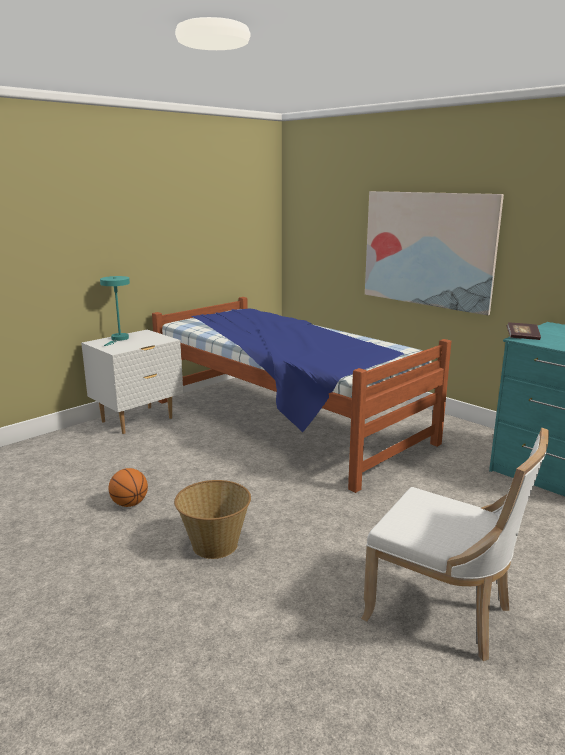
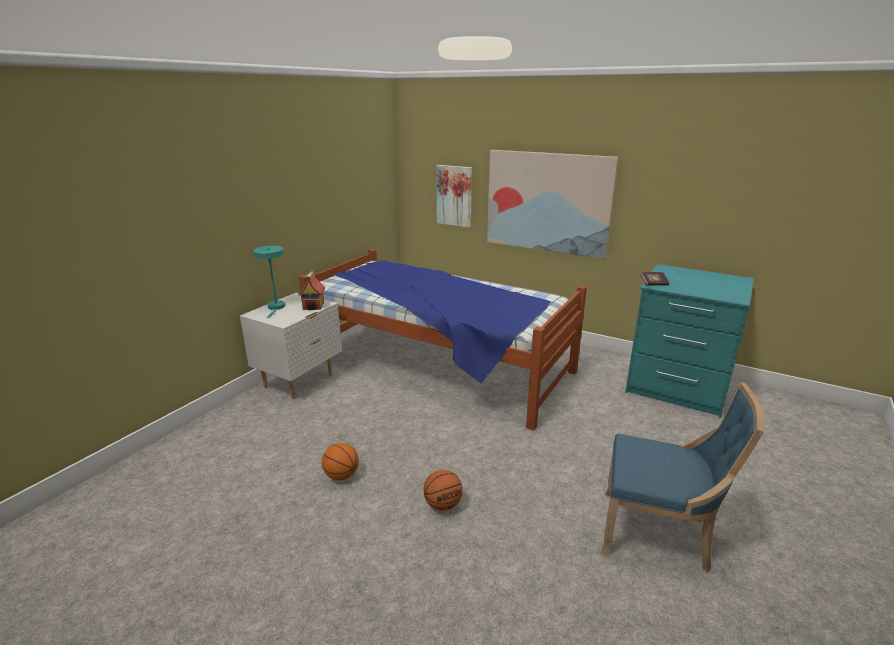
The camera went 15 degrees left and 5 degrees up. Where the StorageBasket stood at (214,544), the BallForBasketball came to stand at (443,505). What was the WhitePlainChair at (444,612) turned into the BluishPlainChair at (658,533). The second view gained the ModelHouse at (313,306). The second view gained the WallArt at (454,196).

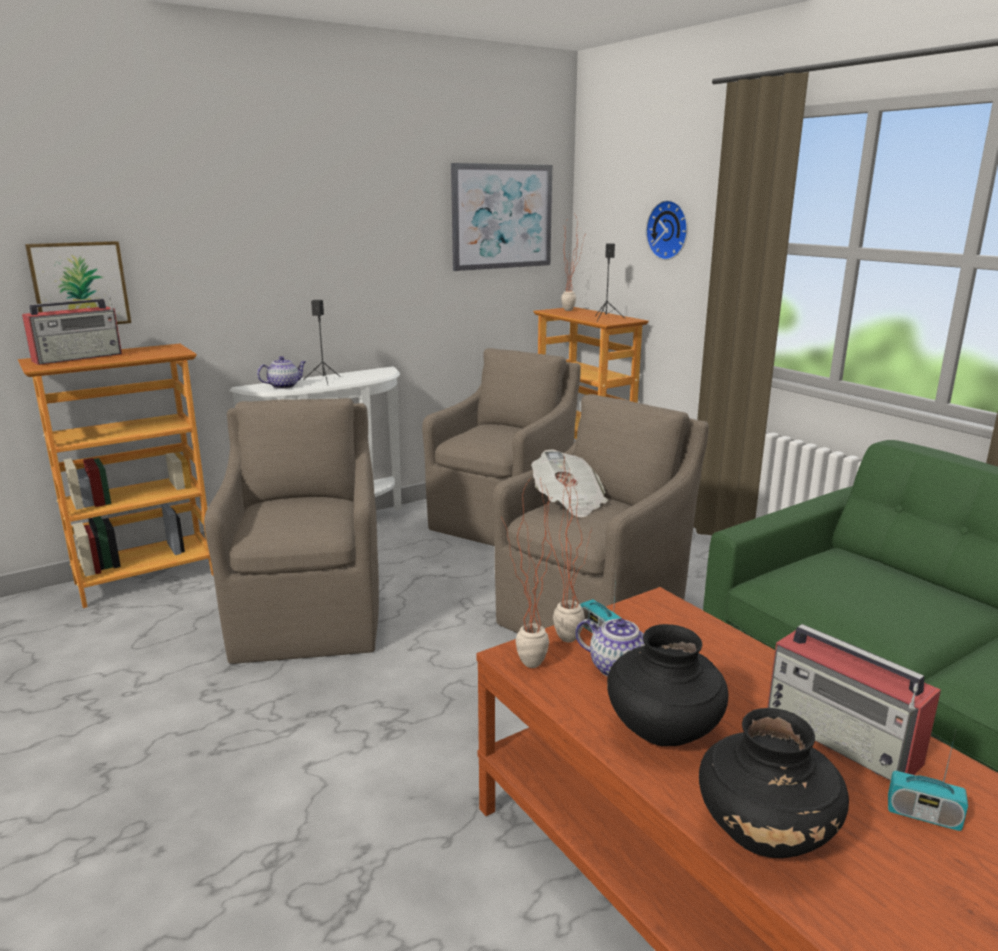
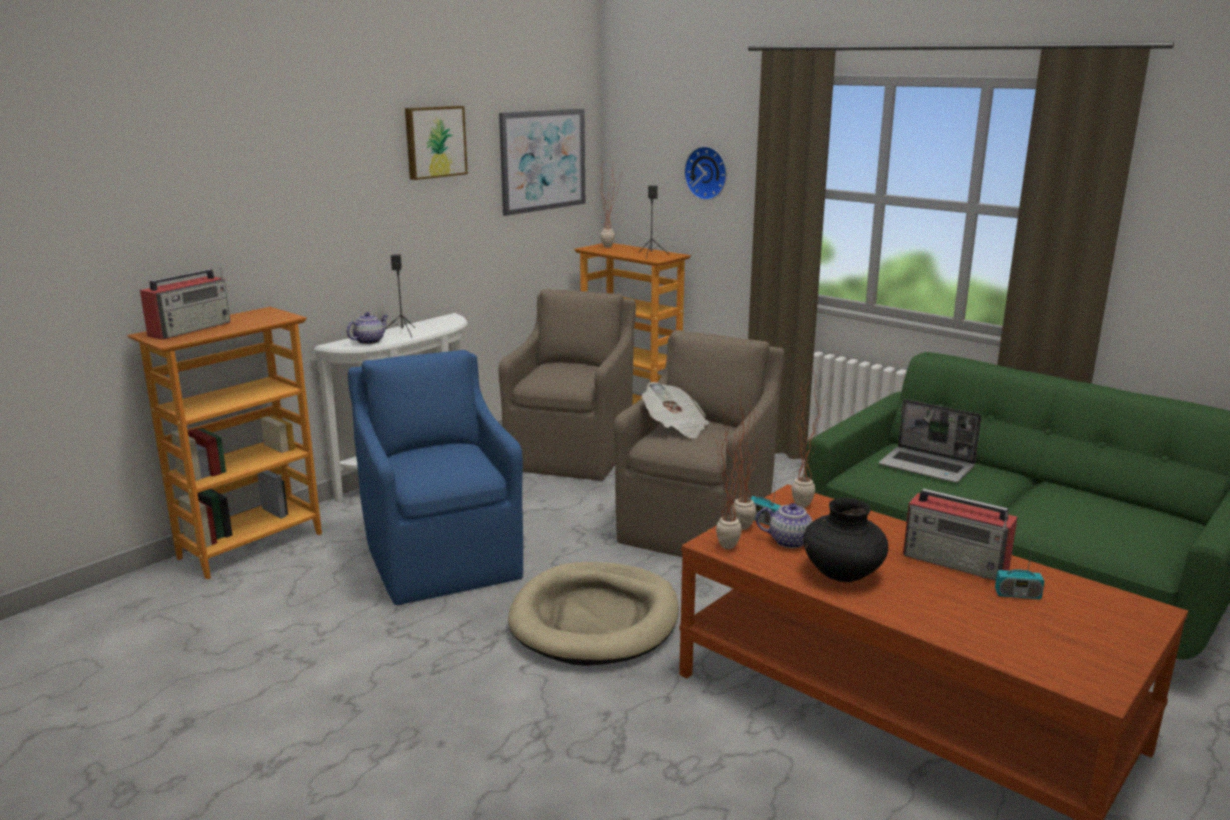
The camera went 15 degrees left and 0 degrees up. The WallArt ended up elsewhere, having gone from (79,284) to (434,142). What was the BrownishLoungeChair at (309,617) turned into the BluishLoungeChair at (442,559). The second view lost the BlackishFlowerVase at (764,833). The second view gained the BeigePetBed at (595,619). The second view gained the PottedPlant at (805,503). The second view gained the Laptop at (927,467).

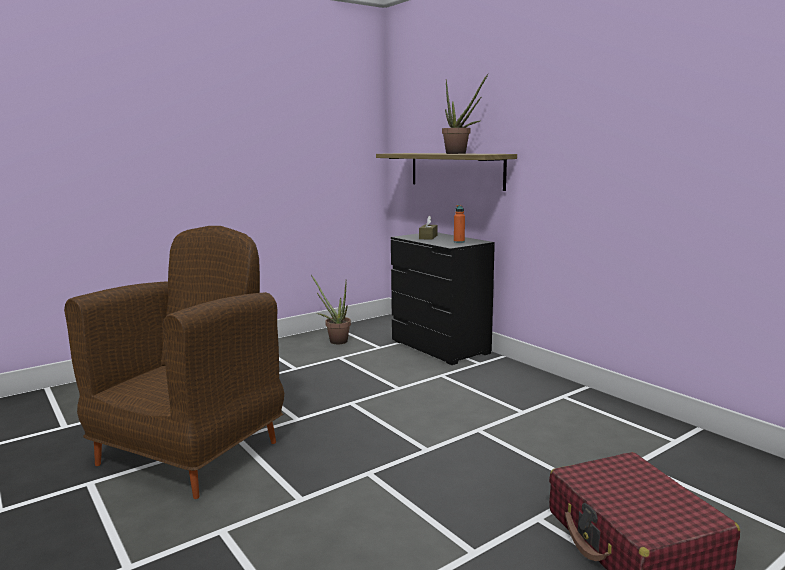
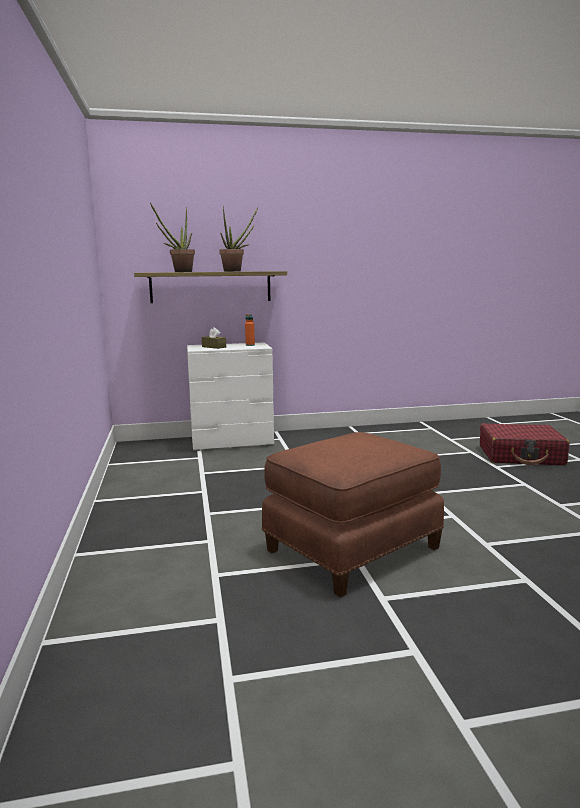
The camera went 65 degrees left and 0 degrees up. Where the BrownishLoungeChair stood at (191,452), the BrownishOttoman came to stand at (351,548). The PottedPlant ended up elsewhere, having gone from (335,341) to (179,272). What was the BlackishDresser at (440,347) turned into the WhiteDresser at (232,442).

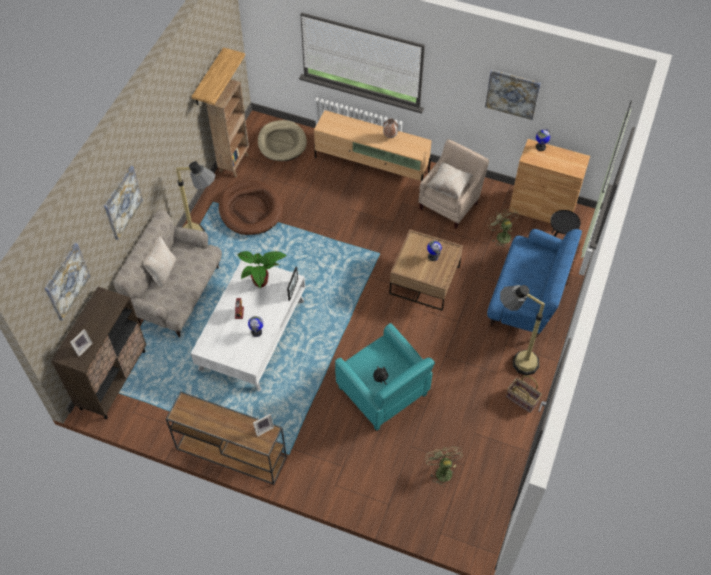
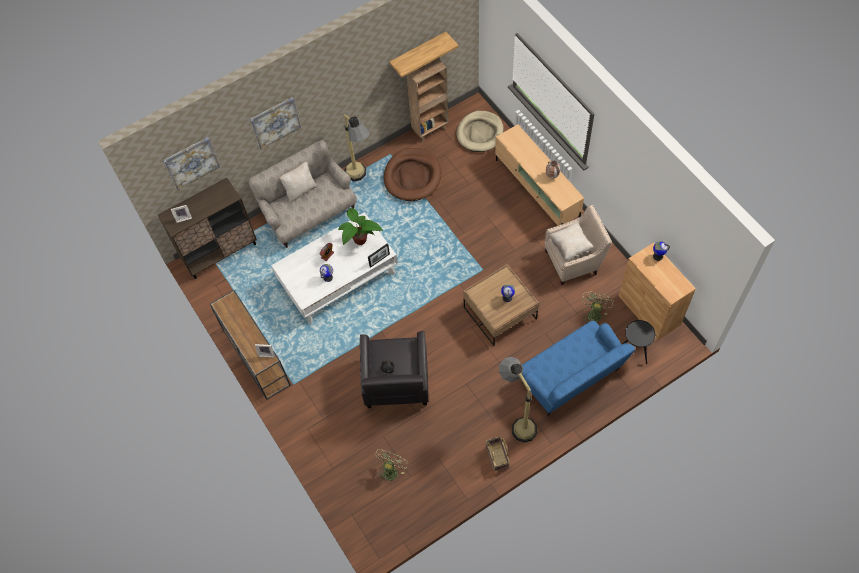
The camera went 40 degrees right and 5 degrees up. What was the TurquoiseLoungeChair at (383,392) turned into the BlackishLoungeChair at (396,382). The second view lost the WallArt at (512,94).

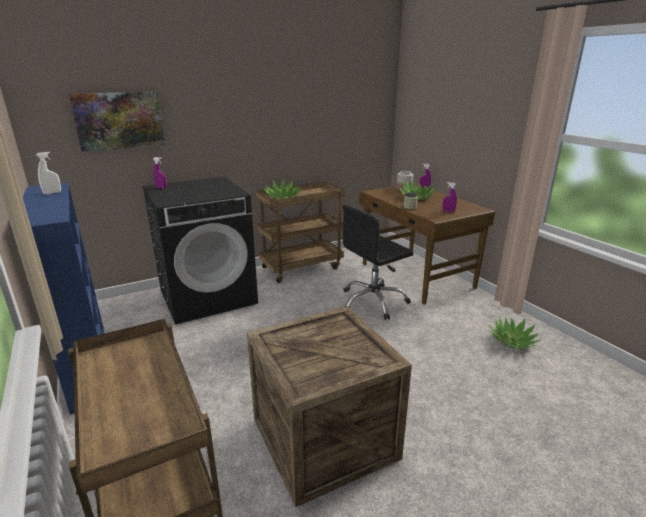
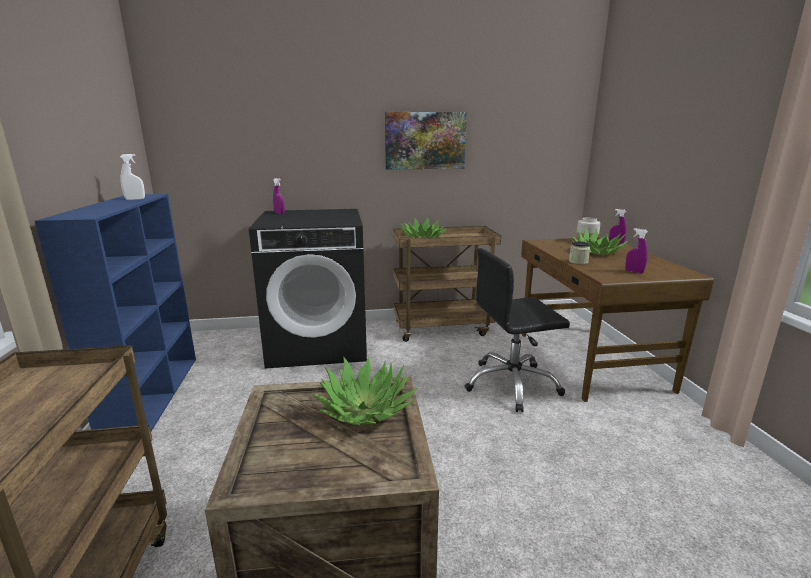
The camera went 20 degrees right and 5 degrees down. The WallArt ended up elsewhere, having gone from (119,120) to (425,141). The PottedPlant ended up elsewhere, having gone from (512,341) to (365,409).

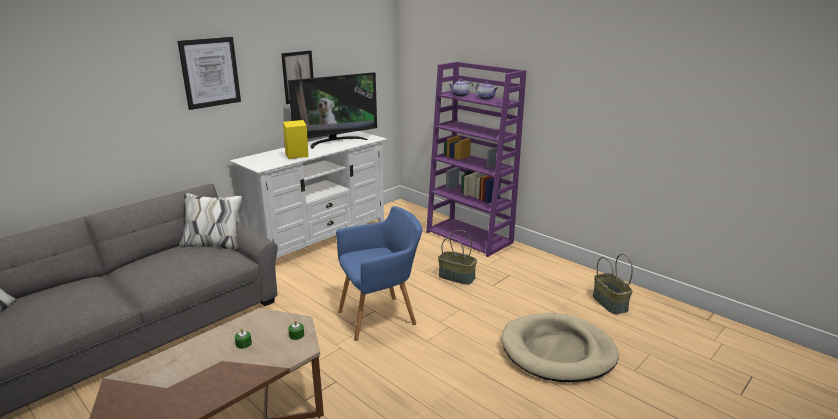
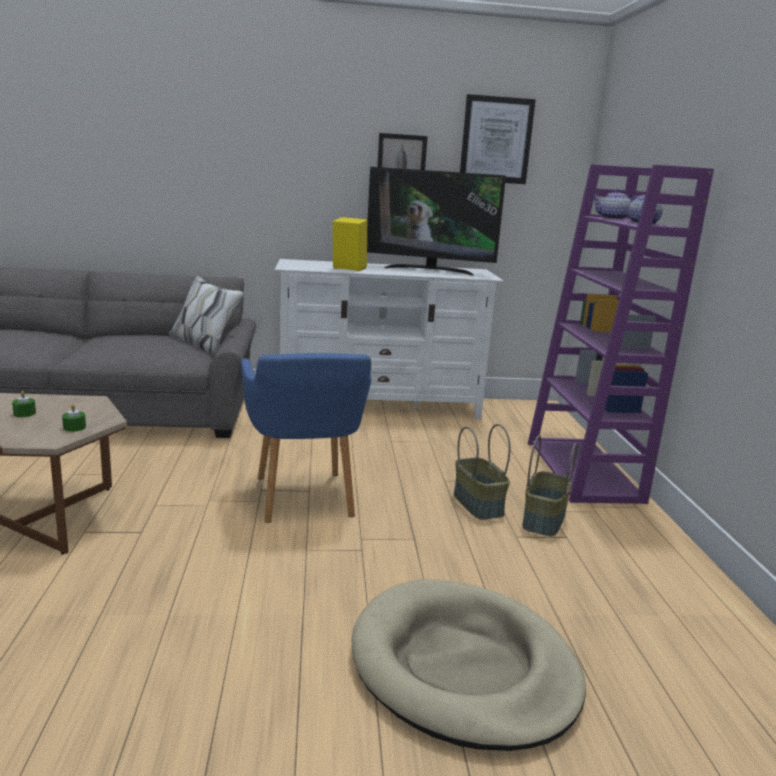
The camera went 40 degrees right and 5 degrees down. The WallArt ended up elsewhere, having gone from (210,72) to (496,140). The BluishLoungeChair at (380,316) ended up facing another way, 60 degrees clockwise from before. The StorageBasket ended up elsewhere, having gone from (610,303) to (544,520).

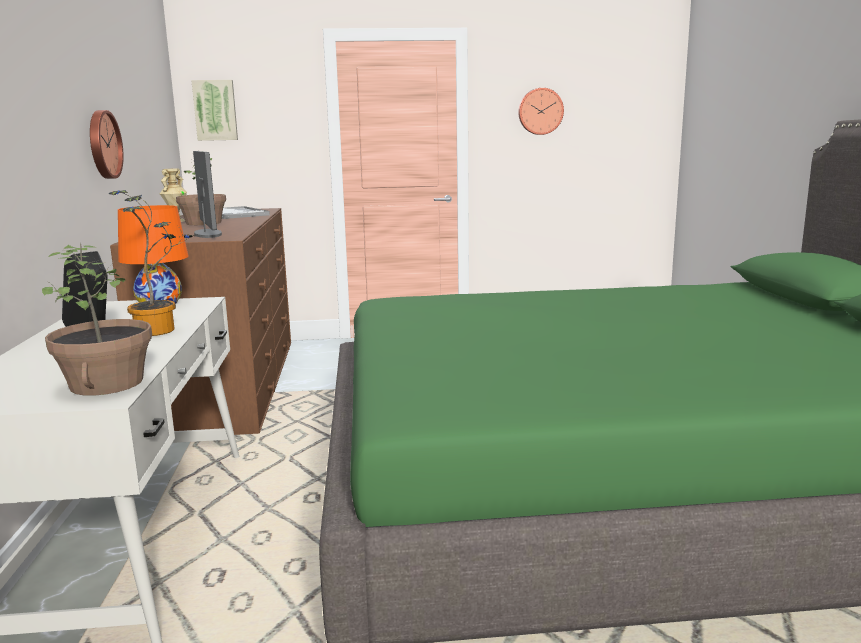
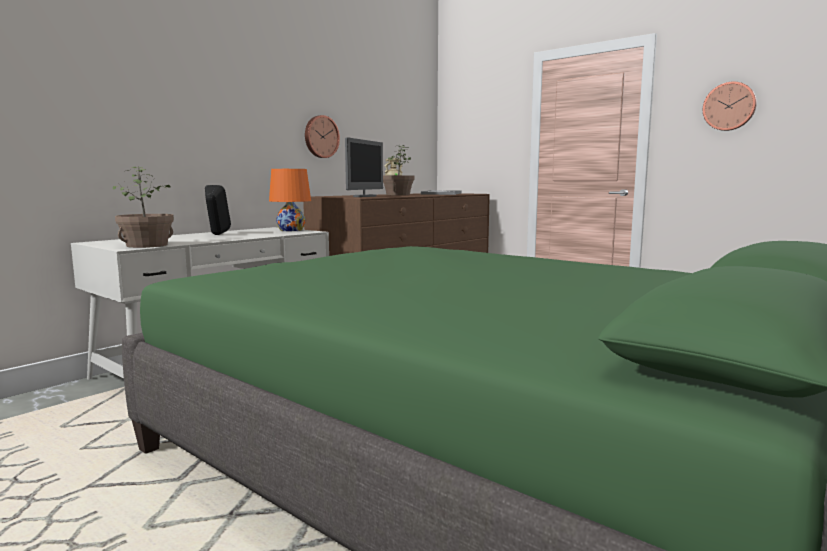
The camera went 45 degrees right and 5 degrees down. The second view lost the PottedPlant at (161,330). The second view lost the WallArt at (215,110).

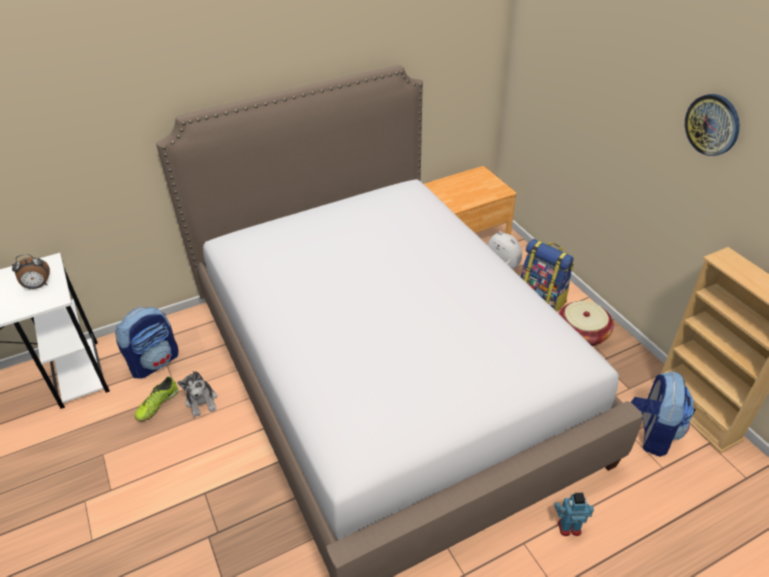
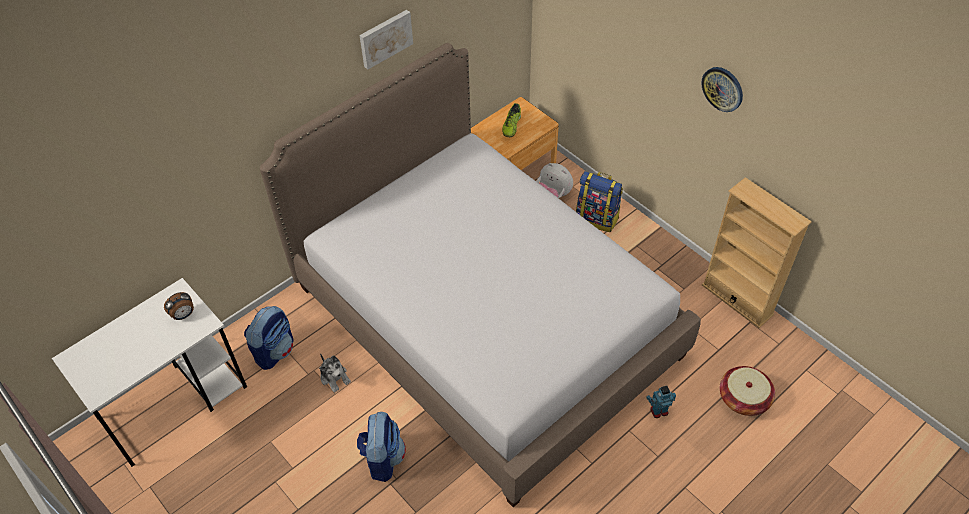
The camera went 15 degrees left and 10 degrees up. The Shoe ended up elsewhere, having gone from (157,404) to (511,126). The StorageBasket ended up elsewhere, having gone from (581,334) to (743,398). The Knapsack ended up elsewhere, having gone from (652,432) to (382,458). The second view gained the WallArt at (385,38).

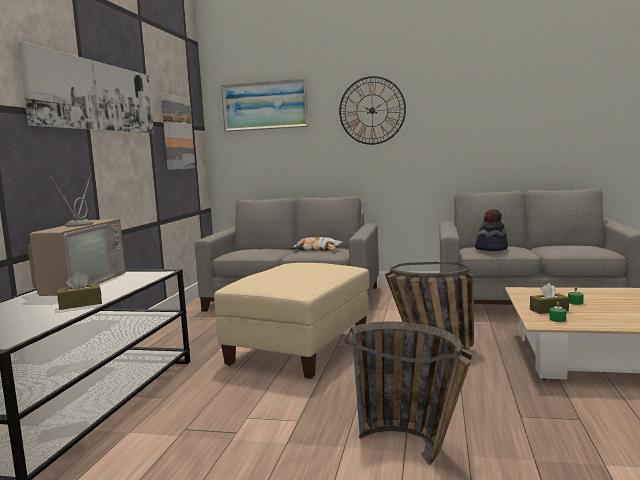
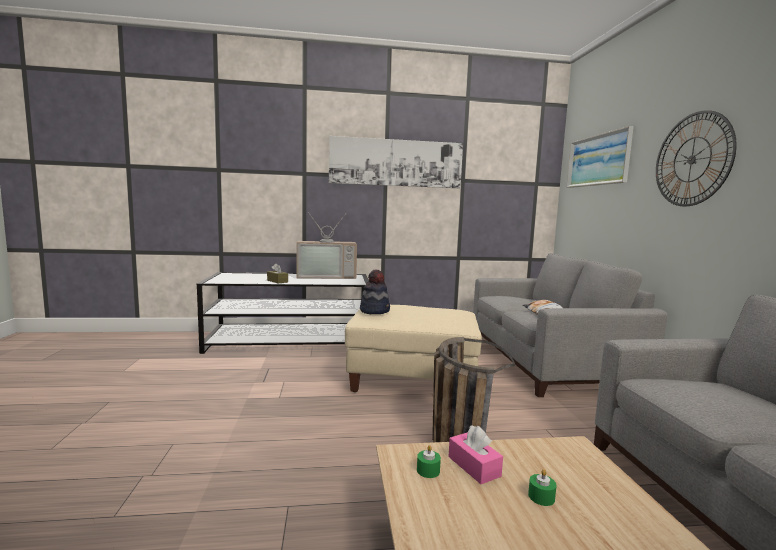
The camera went 70 degrees right and 0 degrees up. The second view lost the WallArt at (177,133). The second view lost the StorageBasket at (416,451). The ClothingHat ended up elsewhere, having gone from (491,248) to (375,311). What was the BrownishBoxOfTissues at (549,310) turned into the PinkBoxOfTissues at (474,466).

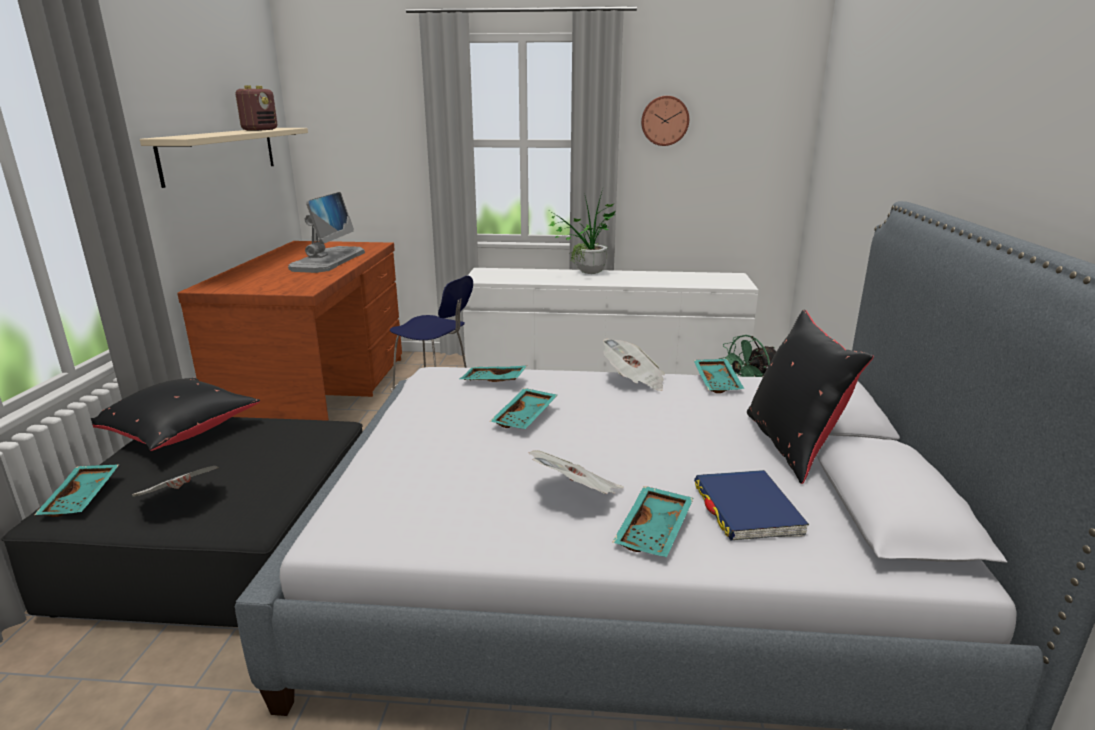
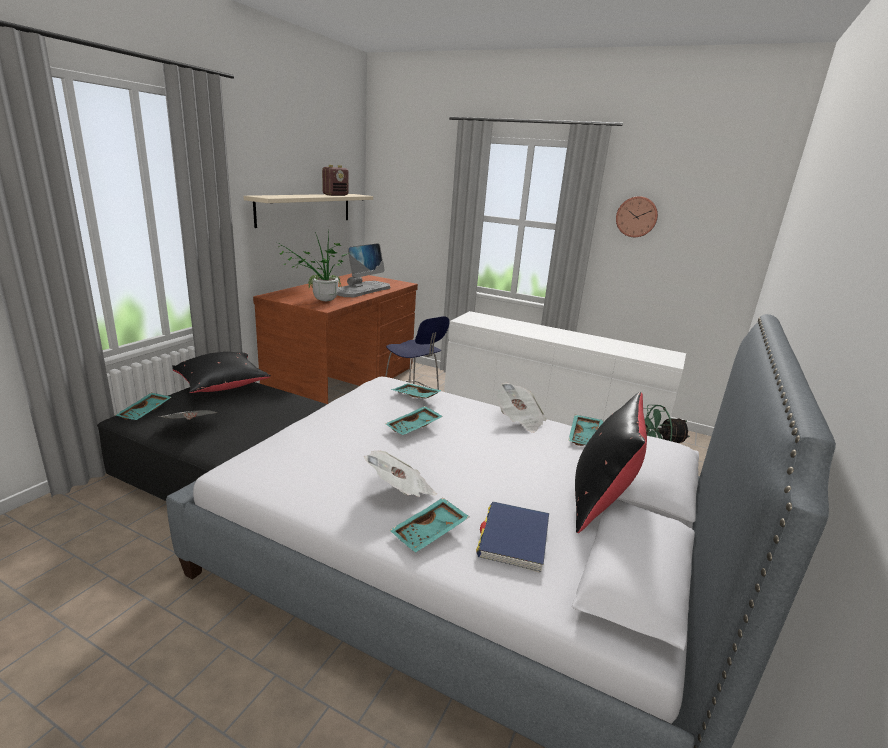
The camera went 20 degrees right and 0 degrees up. The PottedPlant ended up elsewhere, having gone from (587,274) to (320,301).

